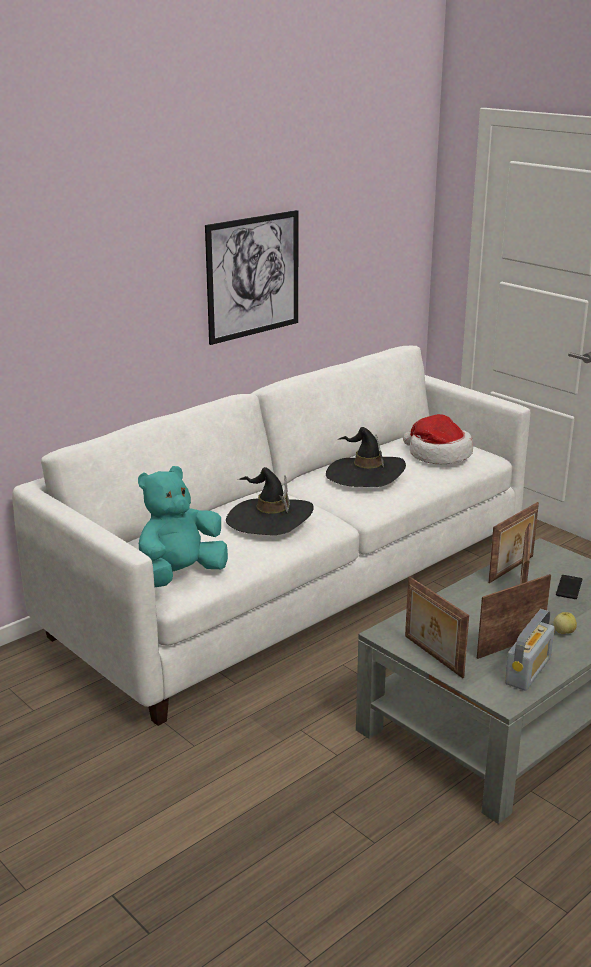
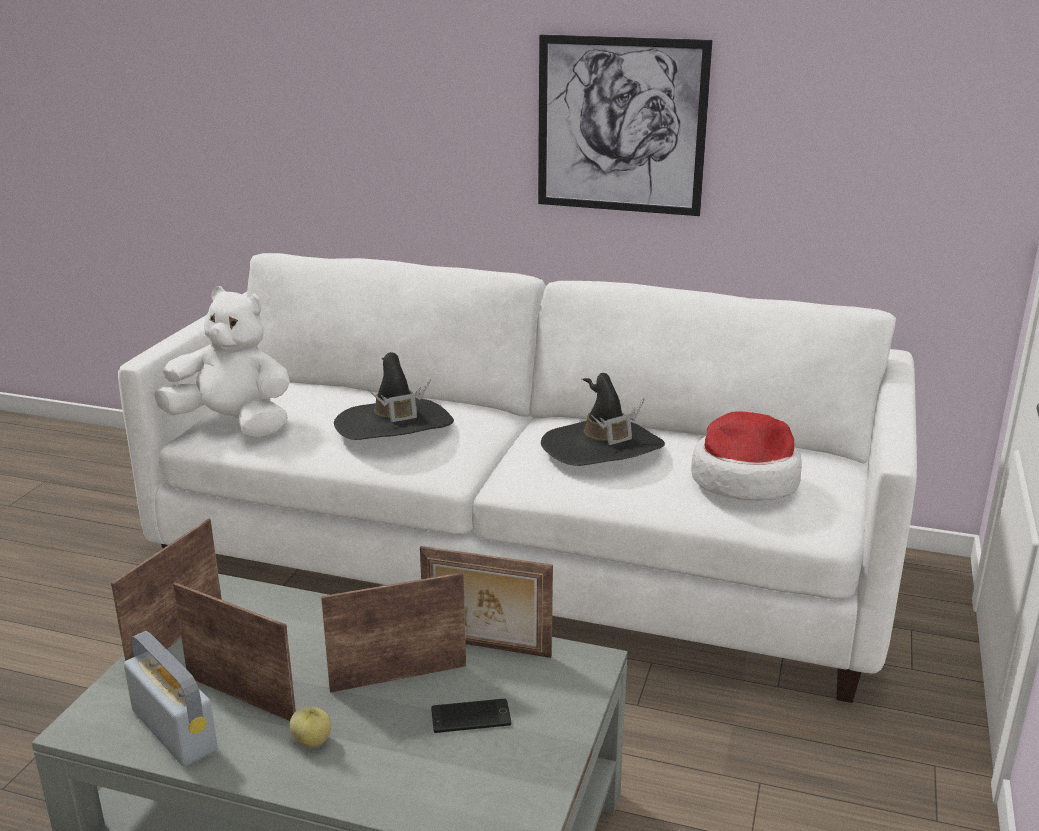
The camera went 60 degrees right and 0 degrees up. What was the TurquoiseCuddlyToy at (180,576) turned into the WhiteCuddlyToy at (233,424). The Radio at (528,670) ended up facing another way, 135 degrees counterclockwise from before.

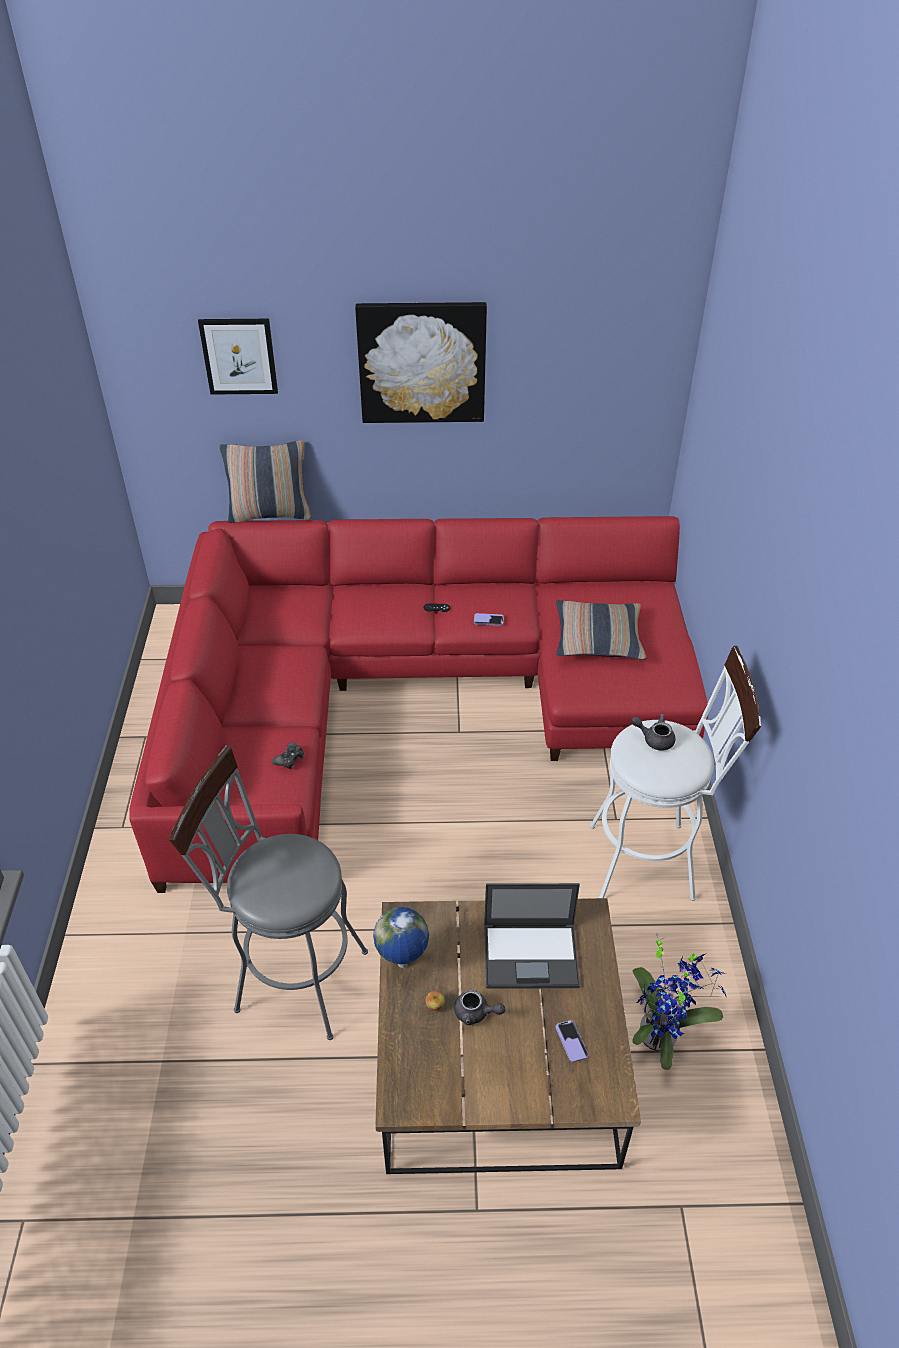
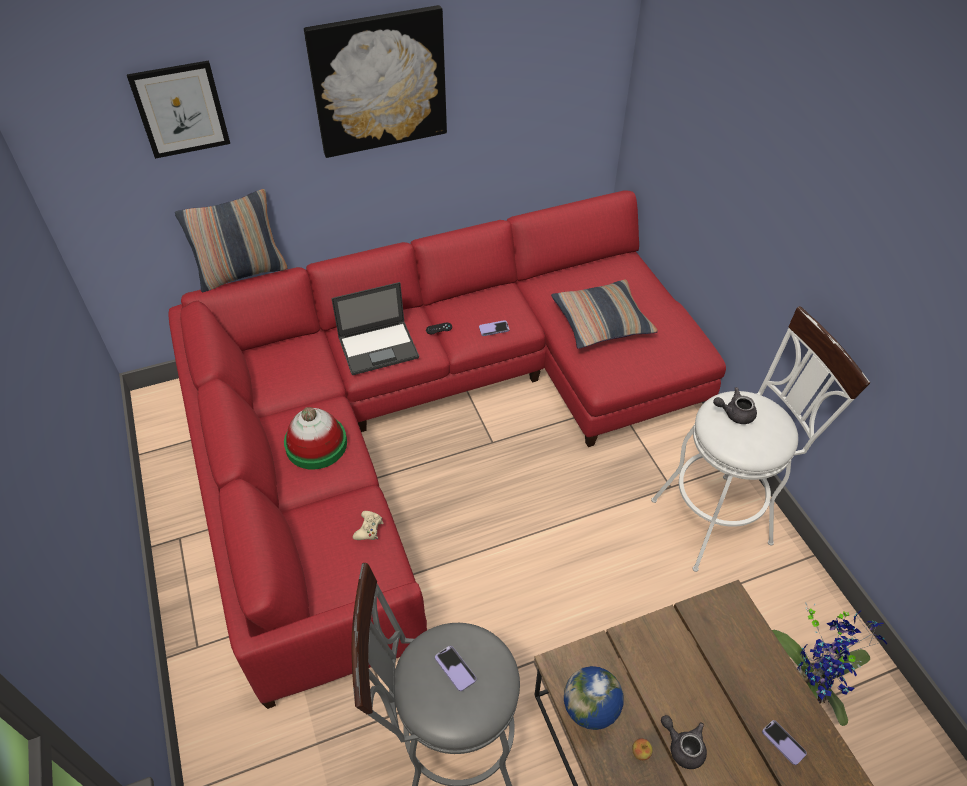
The camera went 20 degrees left and 5 degrees up. What was the BlackishJoypad at (289,759) turned into the BeigeJoypad at (369,529). The GrayTeaPot at (476,1013) ended up facing another way, 135 degrees counterclockwise from before. The Laptop ended up elsewhere, having gone from (532,955) to (379,347). The second view gained the ClothingHat at (316,444). The second view gained the Telephone at (455,669).

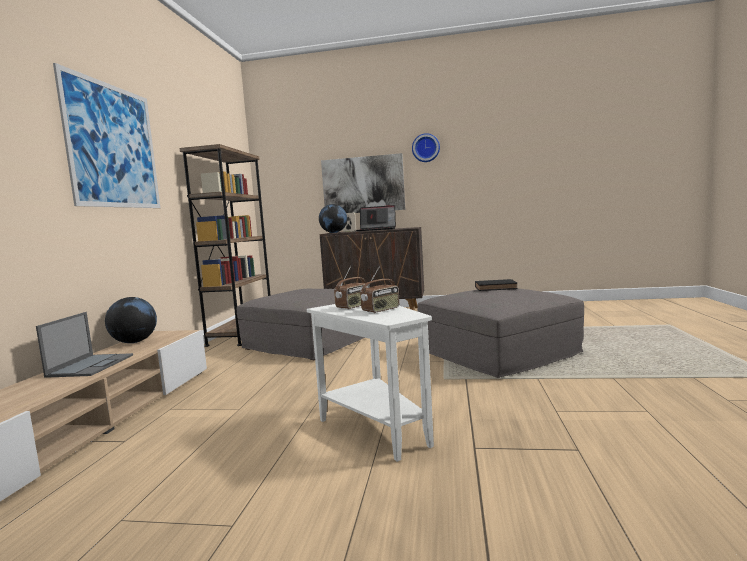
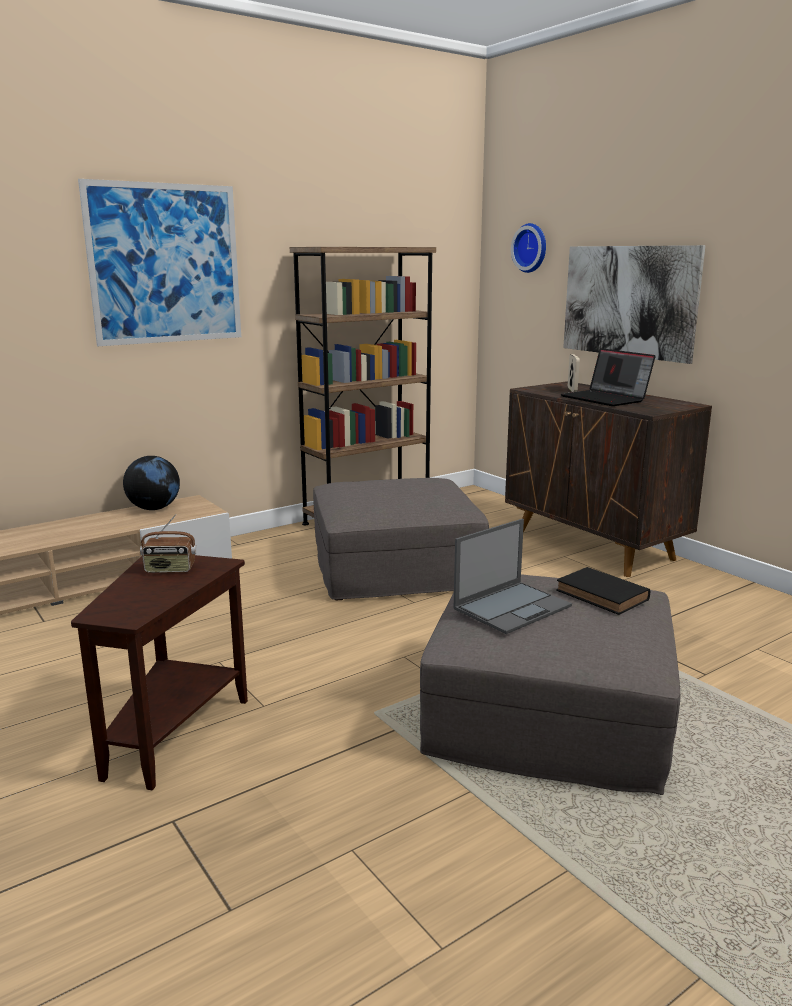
The camera went 45 degrees right and 10 degrees up. The Laptop ended up elsewhere, having gone from (91,365) to (513,607). What was the WhiteEndTable at (376,428) turned into the BrownishEndTable at (173,731). The second view lost the WorldGlobe at (334,232). The second view lost the Radio at (381,310). The WallClock ended up elsewhere, having gone from (425,148) to (531,248).

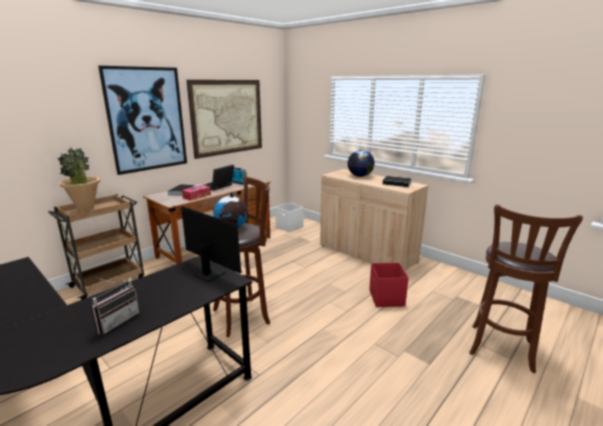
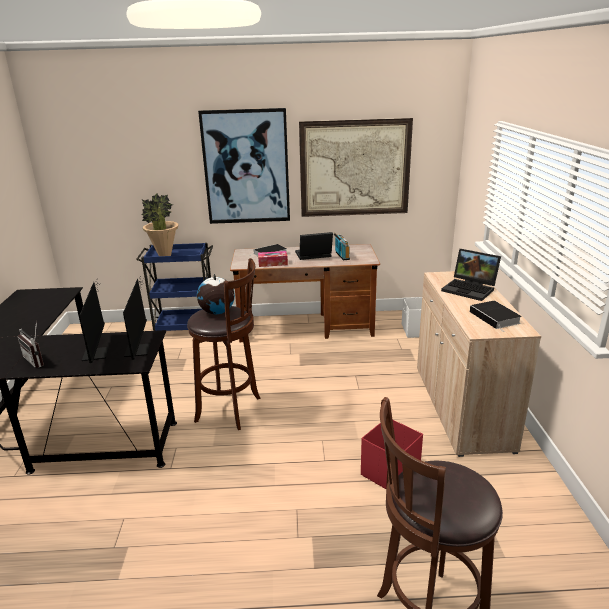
The camera went 45 degrees right and 5 degrees up. What was the BrownishCart at (109,282) turned into the BluishCart at (186,327). The Radio at (116,321) ended up facing another way, 60 degrees clockwise from before. Where the WorldGlobe stood at (360,176), the Laptop came to stand at (470,289). The second view gained the Monitor at (97,351).

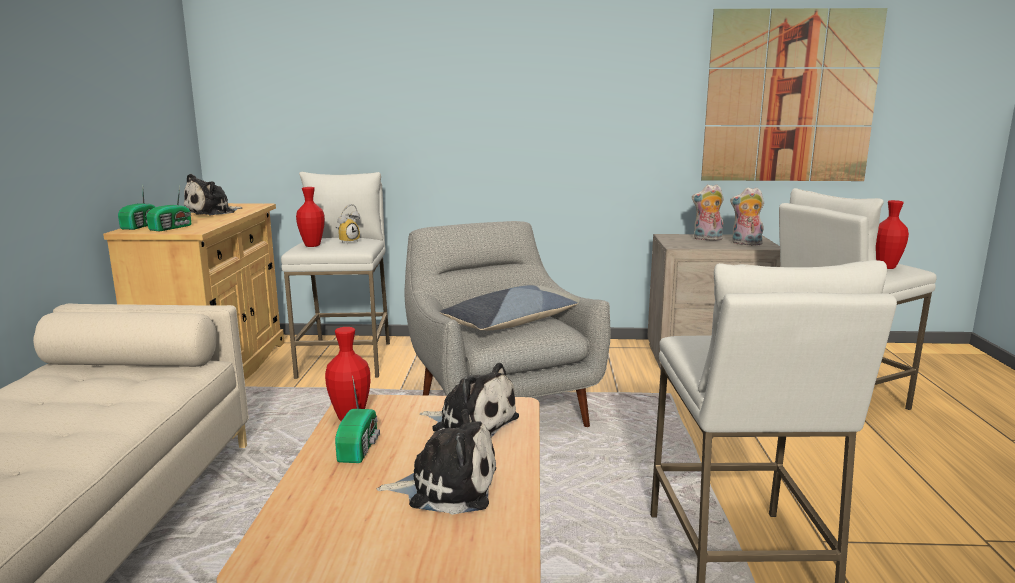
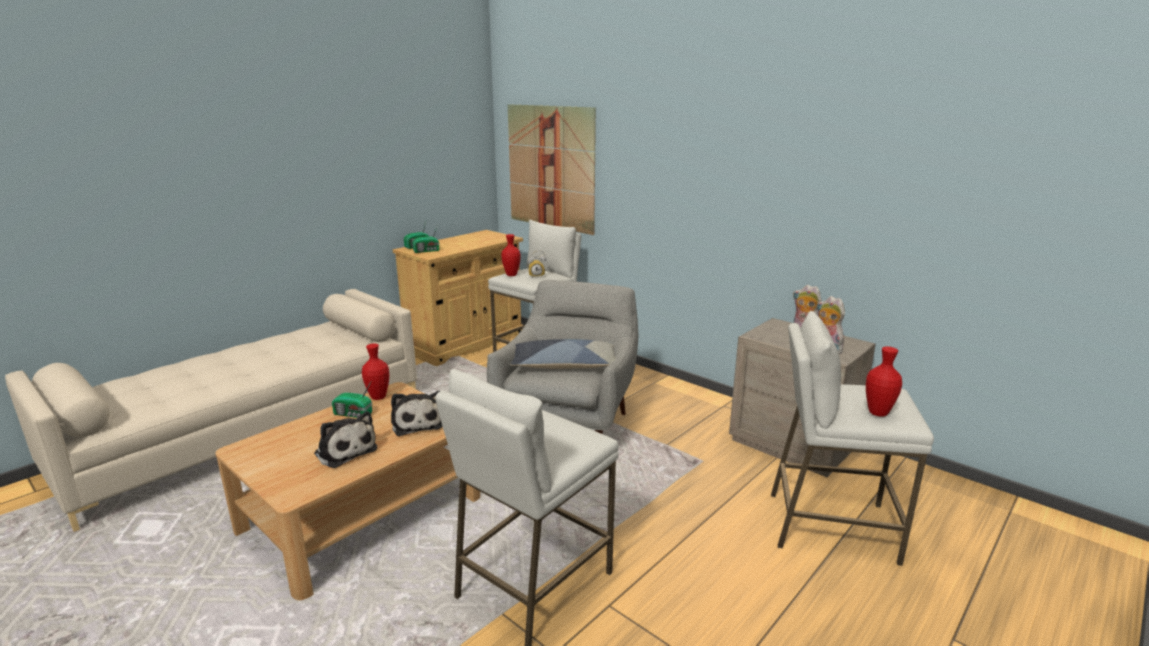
The camera went 40 degrees right and 5 degrees up. The second view lost the CuddlyToy at (212,212). The Radio at (360,447) ended up facing another way, 60 degrees clockwise from before. The WallArt ended up elsewhere, having gone from (790,97) to (550,168).

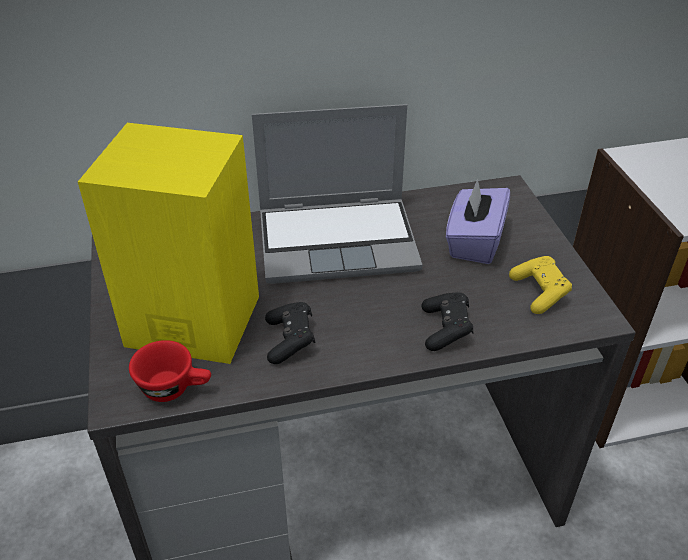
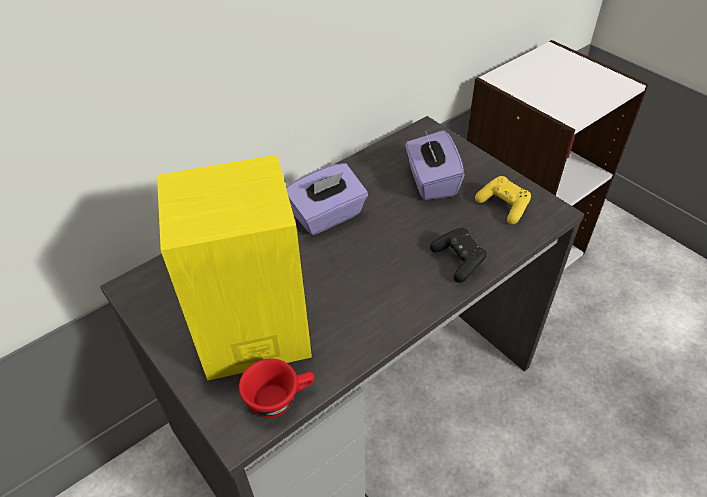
The camera went 25 degrees left and 5 degrees up. Where the Laptop stood at (339,241), the PurpleBoxOfTissues came to stand at (327,216). The second view lost the BlackishJoypad at (290,340).

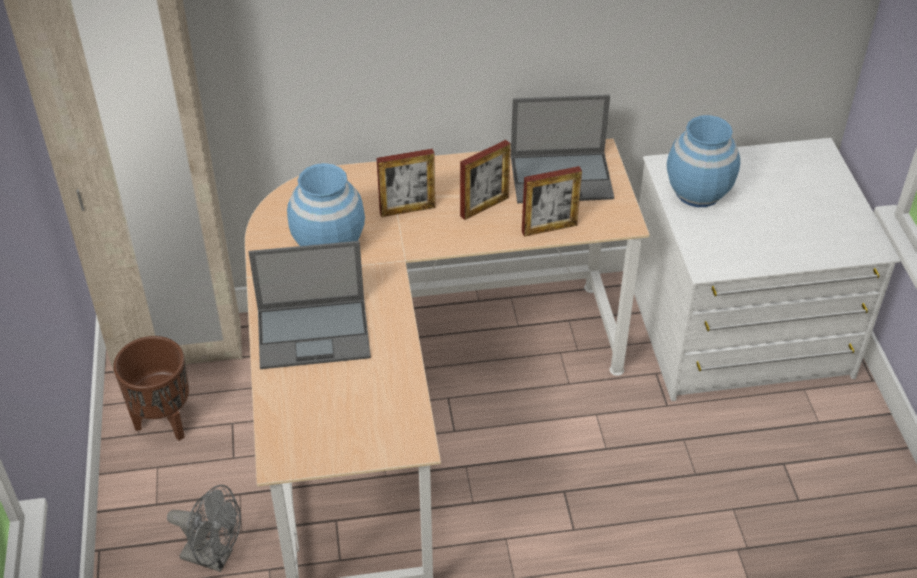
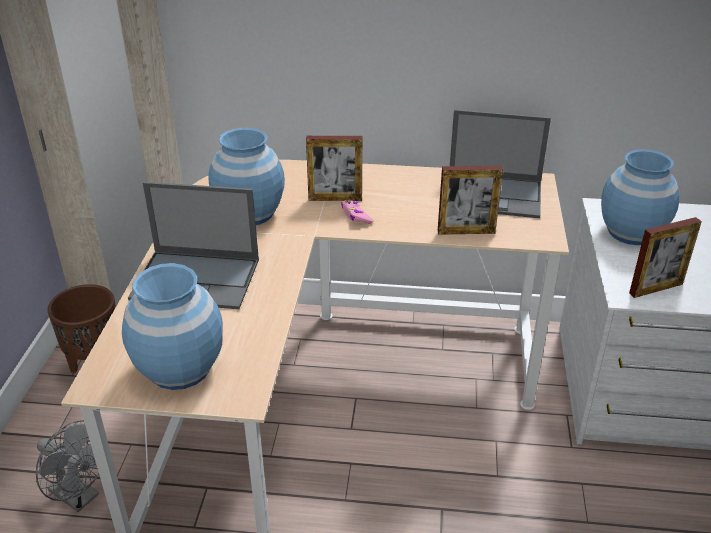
The camera went 15 degrees right and 10 degrees down. The PictureFrame ended up elsewhere, having gone from (484,206) to (656,288). The second view gained the BluishFlowerVase at (179,369). The second view gained the PinkJoypad at (356,216).

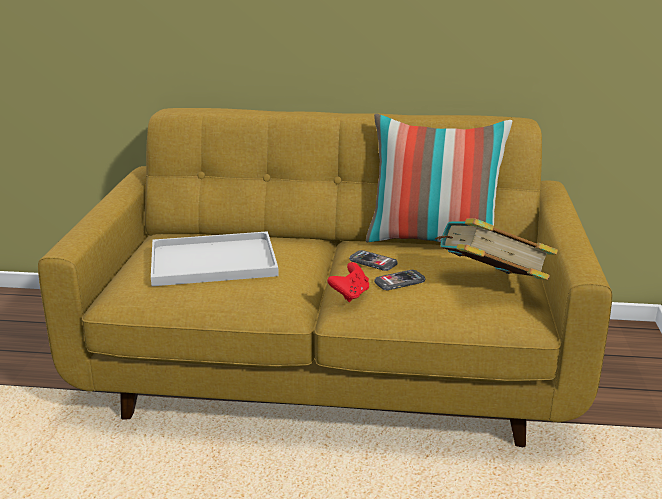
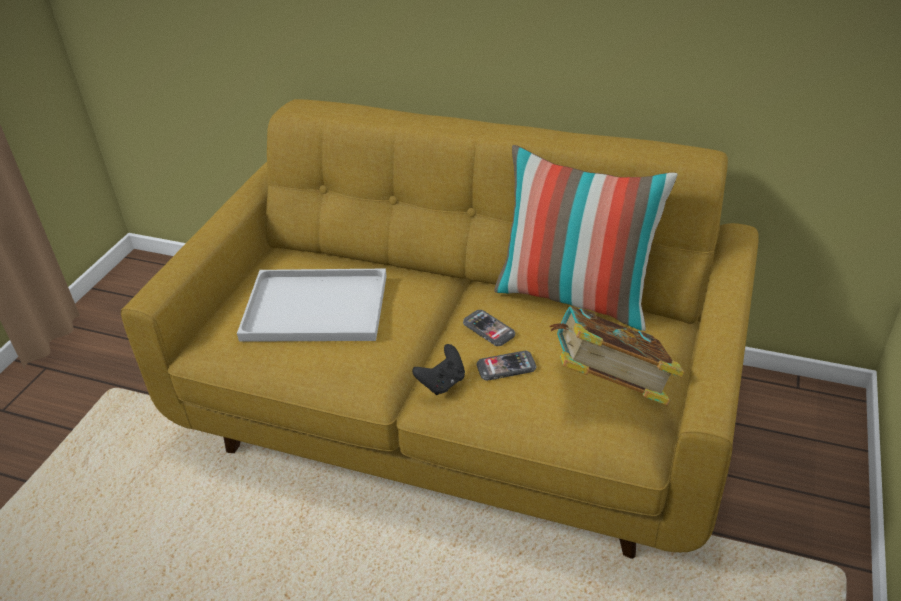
The camera went 15 degrees right and 15 degrees up. What was the RedColouredJoypad at (350,295) turned into the BlackishJoypad at (442,383).

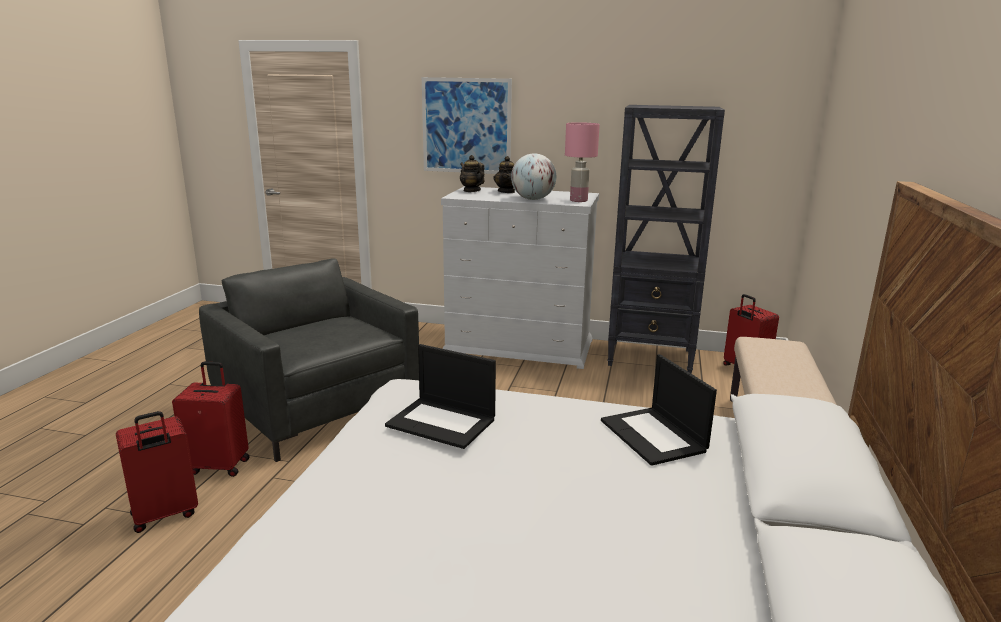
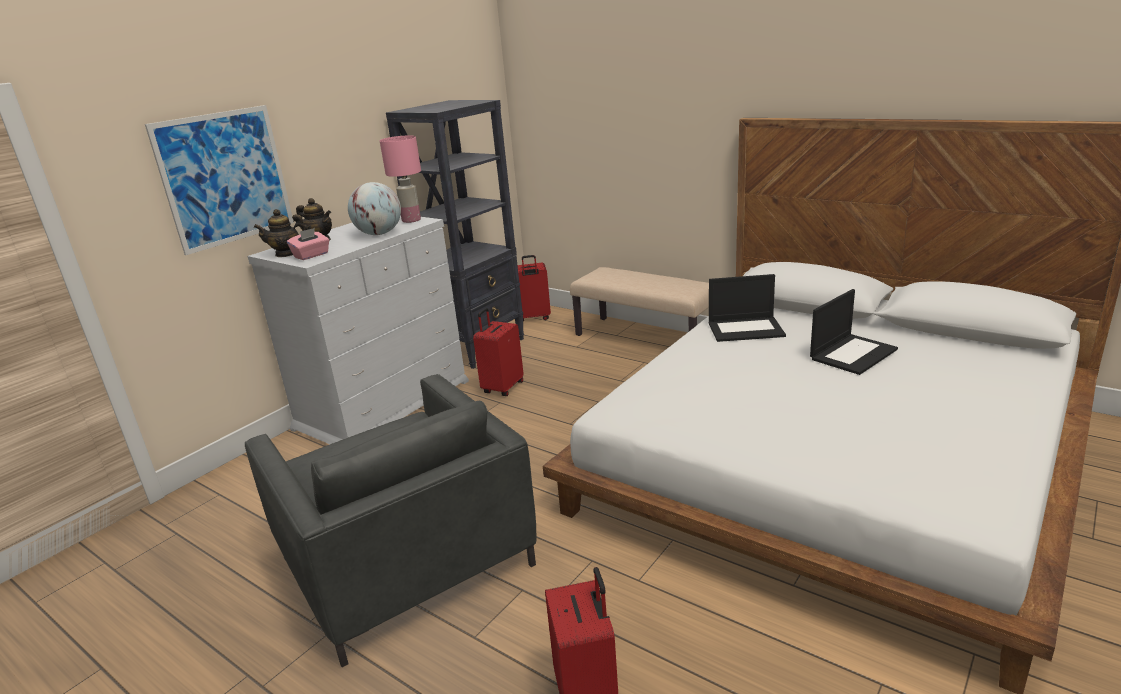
The camera went 65 degrees left and 5 degrees up. The RedColouredPieceOfLuggage ended up elsewhere, having gone from (219,466) to (502,388). The GrayLoungeChair at (317,408) ended up facing another way, 105 degrees counterclockwise from before. The Laptop ended up elsewhere, having gone from (442,422) to (853,354). The second view gained the PinkBoxOfTissues at (311,255).

